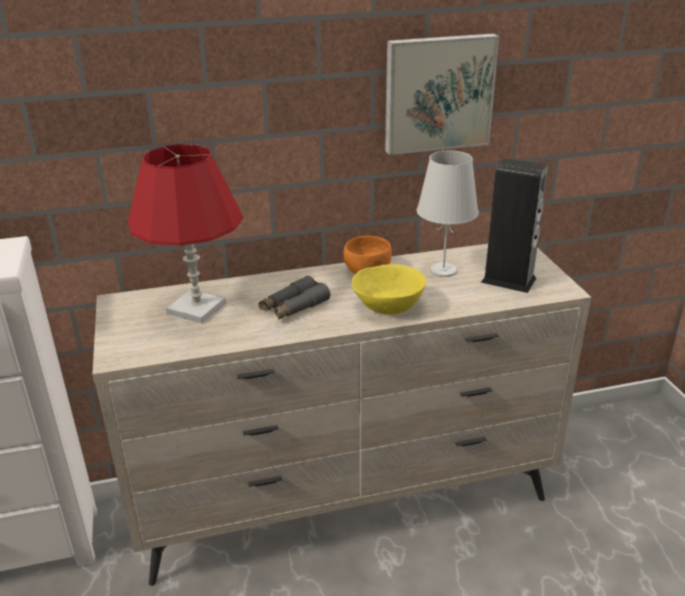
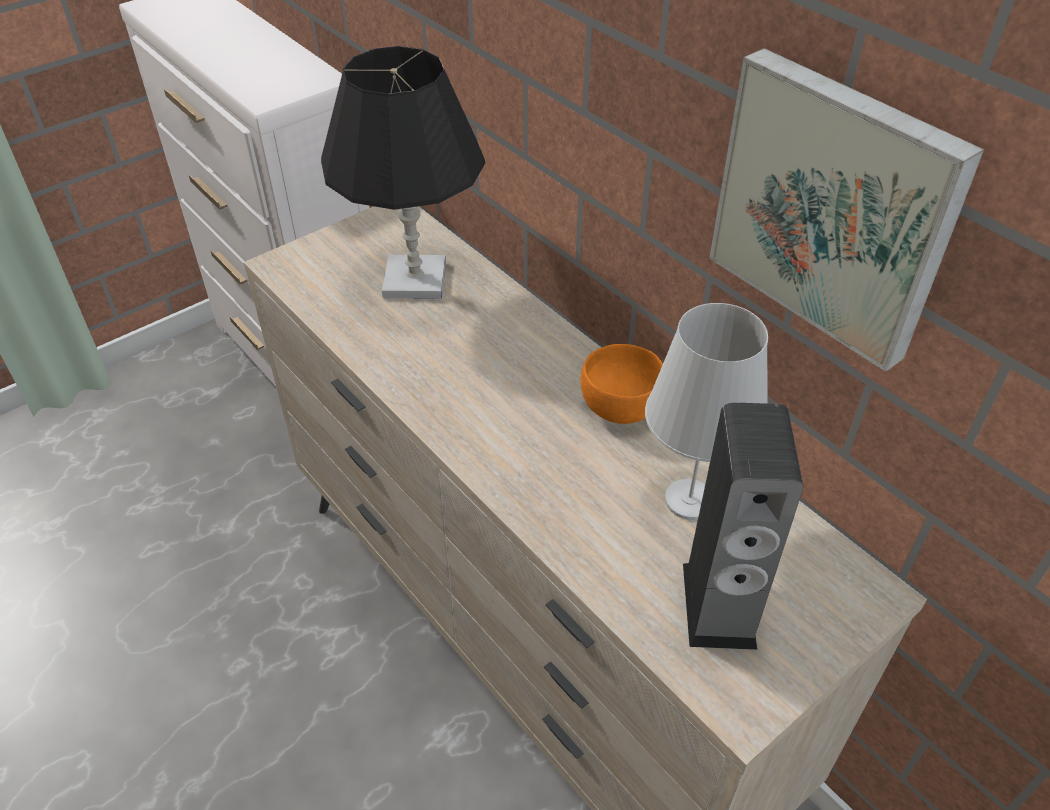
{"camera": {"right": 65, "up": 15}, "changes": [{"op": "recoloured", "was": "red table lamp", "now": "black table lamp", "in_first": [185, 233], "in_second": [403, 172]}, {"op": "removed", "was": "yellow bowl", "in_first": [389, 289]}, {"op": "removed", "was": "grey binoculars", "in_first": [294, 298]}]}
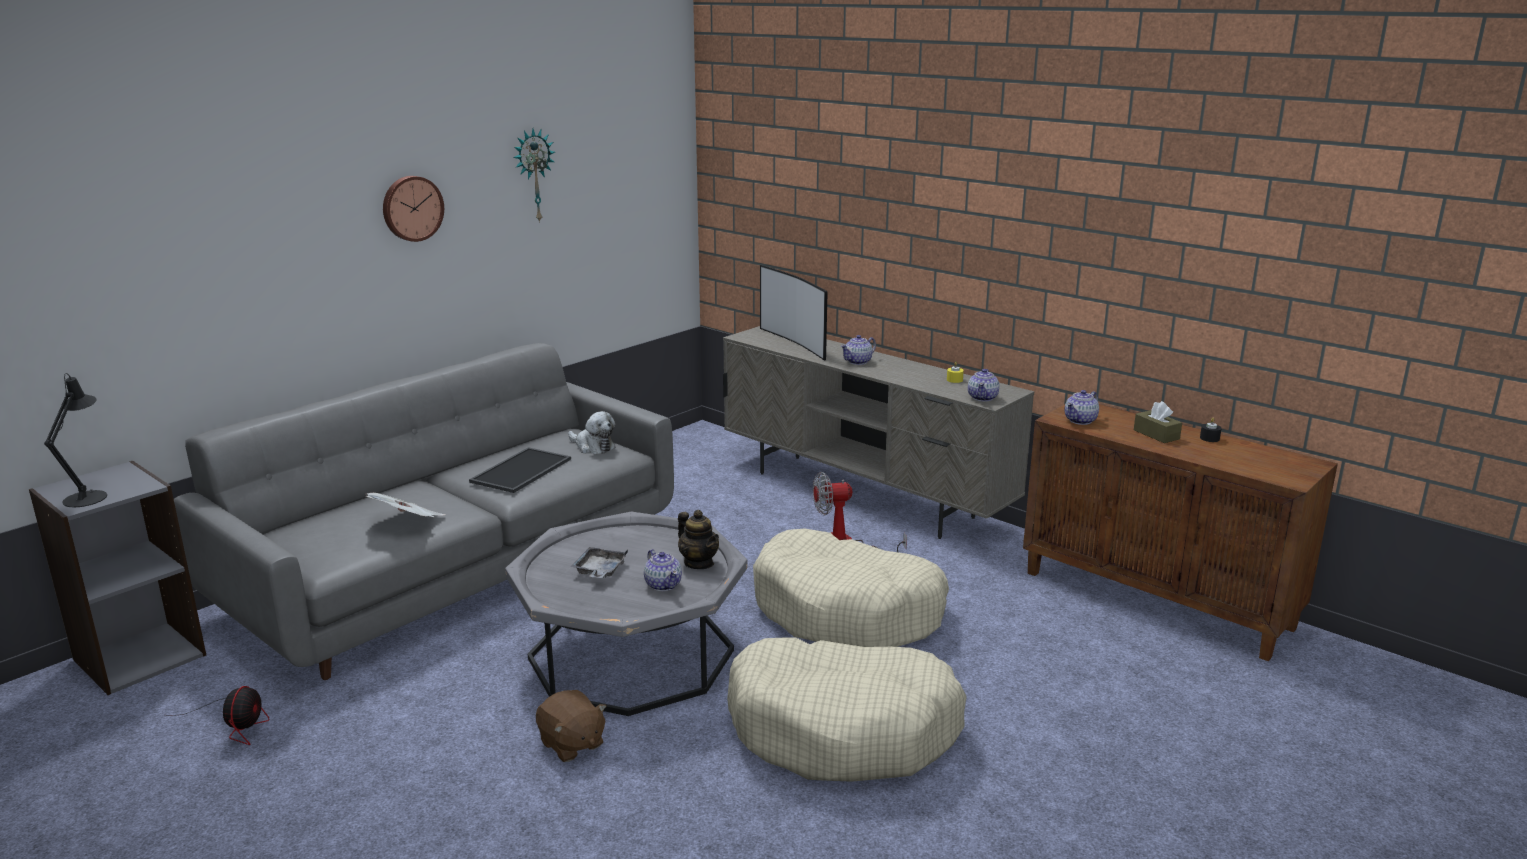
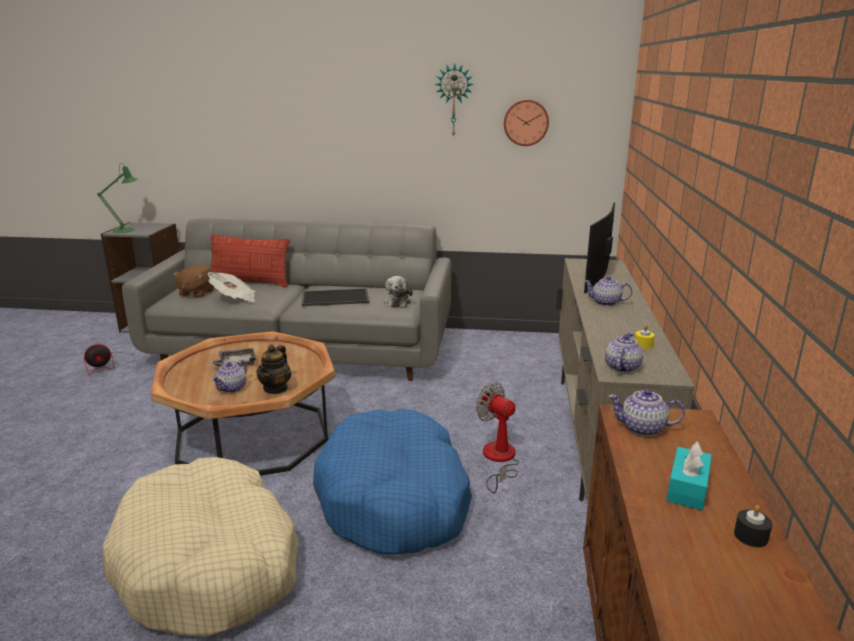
{"camera": {"right": 55, "up": 0}, "changes": [{"op": "moved", "was": "wall clock", "in_first": [413, 209], "in_second": [526, 122]}, {"op": "turned", "was": "teapot", "in_first": [983, 385], "in_second": [624, 353], "clockwise": 135}, {"op": "recoloured", "was": "black table lamp", "now": "green table lamp", "in_first": [75, 440], "in_second": [117, 198]}, {"op": "recoloured", "was": "brown tissue box", "now": "turquoise tissue box", "in_first": [1158, 422], "in_second": [689, 475]}, {"op": "recoloured", "was": "grey coffee table", "now": "brown coffee table", "in_first": [626, 614], "in_second": [243, 403]}, {"op": "recoloured", "was": "beige dog bed", "now": "blue dog bed", "in_first": [851, 587], "in_second": [392, 481]}, {"op": "moved", "was": "brown plush toy", "in_first": [571, 726], "in_second": [193, 281]}, {"op": "added", "now": "pillow", "in_second": [250, 260]}]}
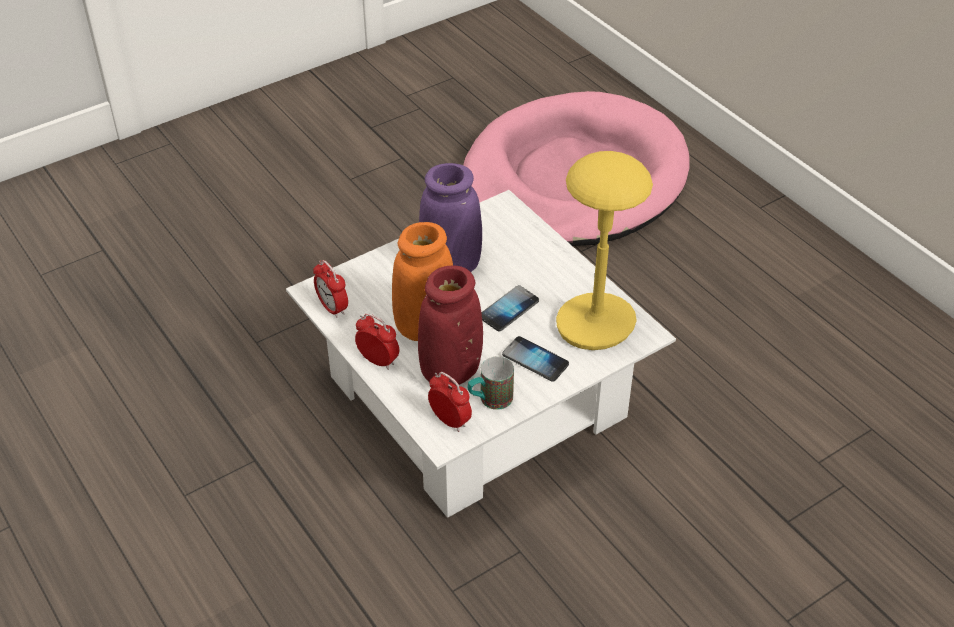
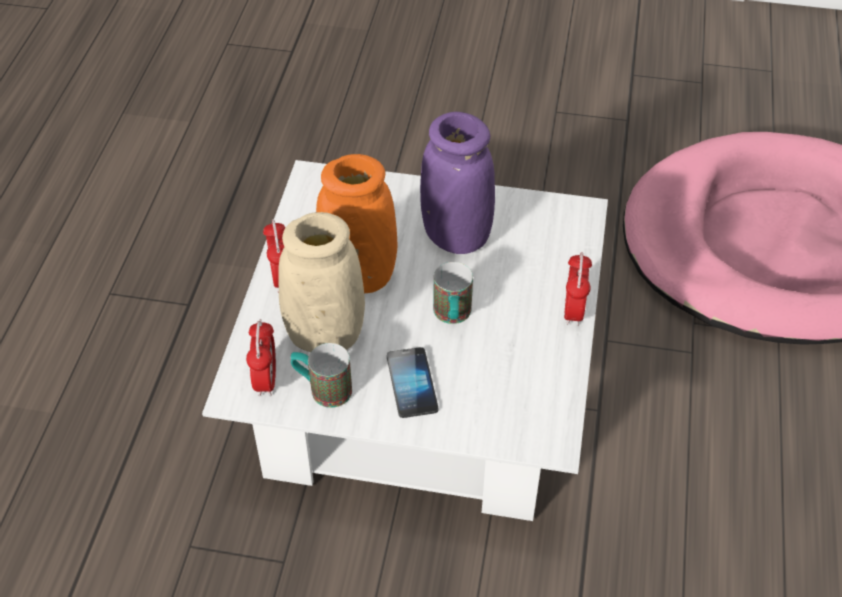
{"camera": {"right": 45, "up": 5}, "changes": [{"op": "removed", "was": "yellow table lamp", "in_first": [604, 250]}, {"op": "moved", "was": "alarm clock", "in_first": [330, 289], "in_second": [578, 289]}, {"op": "recoloured", "was": "red vase", "now": "beige vase", "in_first": [450, 325], "in_second": [321, 282]}, {"op": "replaced", "was": "phone", "now": "mug", "in_first": [510, 308], "in_second": [453, 293]}]}
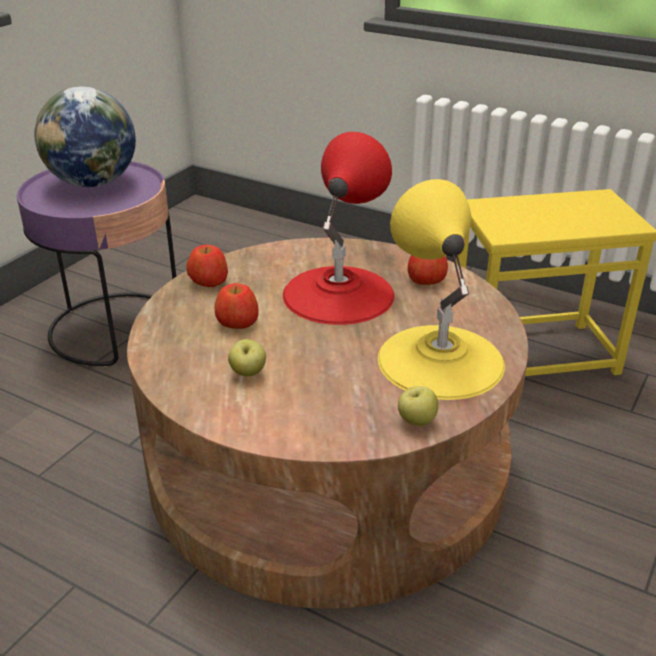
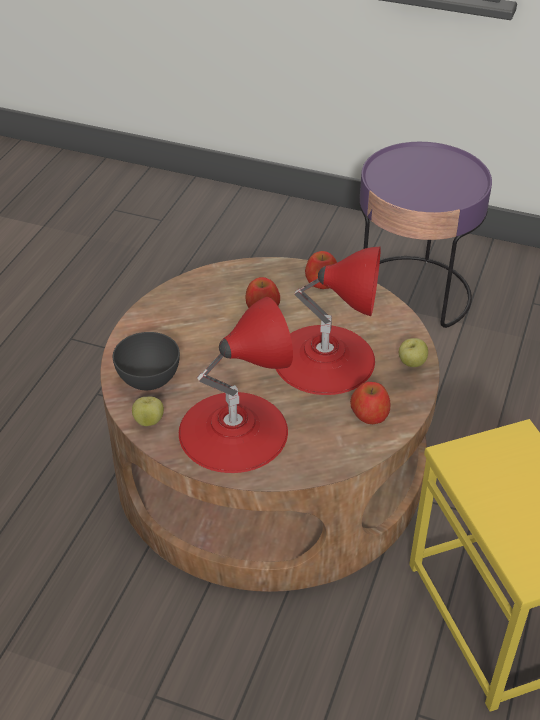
{"camera": {"right": 80, "up": 10}, "changes": [{"op": "removed", "was": "globe", "in_first": [85, 137]}, {"op": "recoloured", "was": "yellow table lamp", "now": "red table lamp", "in_first": [441, 289], "in_second": [236, 385]}, {"op": "moved", "was": "apple", "in_first": [247, 357], "in_second": [413, 352]}, {"op": "added", "now": "grey bowl", "in_second": [146, 361]}]}
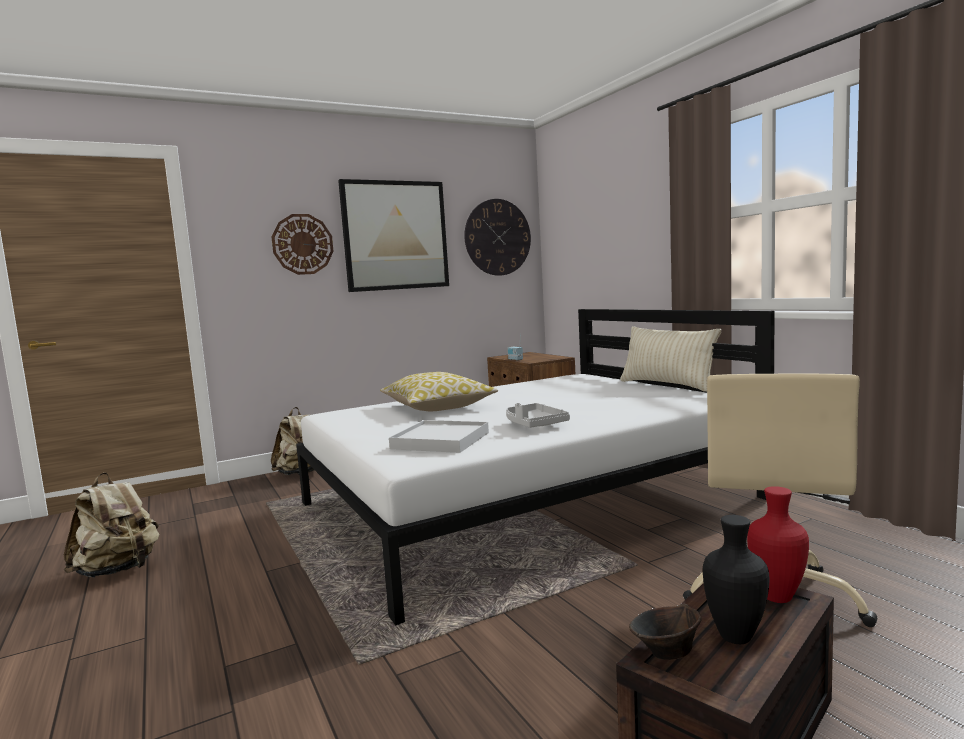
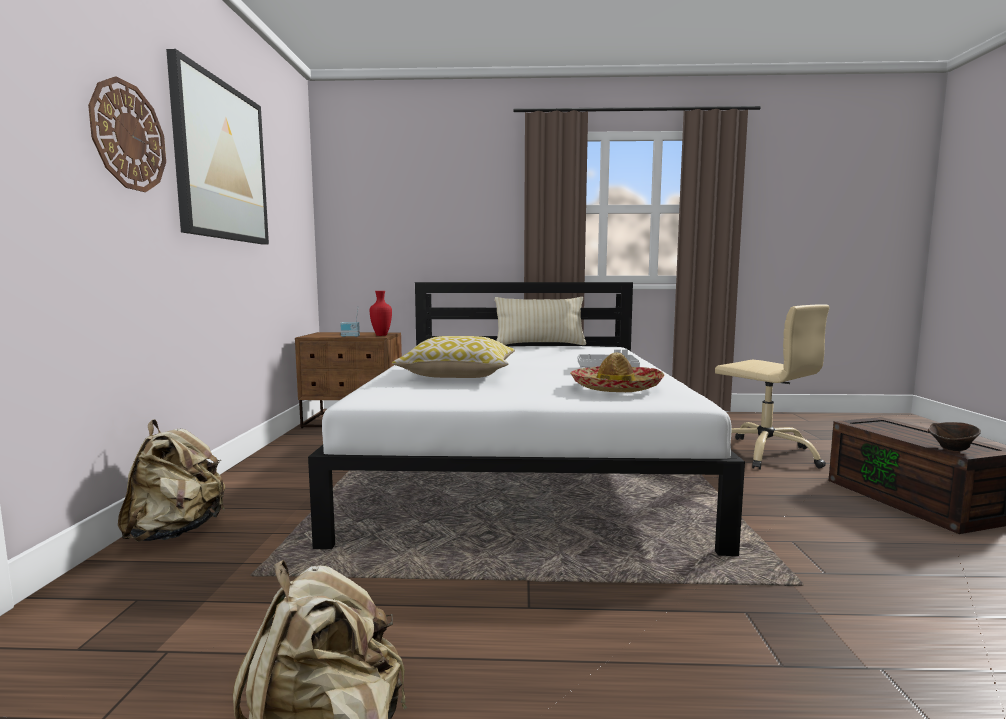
{"camera": {"right": -60, "up": 0}, "changes": [{"op": "removed", "was": "wall clock", "in_first": [497, 237]}, {"op": "replaced", "was": "white tray", "now": "hat", "in_first": [439, 436], "in_second": [617, 372]}, {"op": "moved", "was": "red vase", "in_first": [778, 544], "in_second": [381, 313]}, {"op": "removed", "was": "black vase", "in_first": [736, 579]}]}
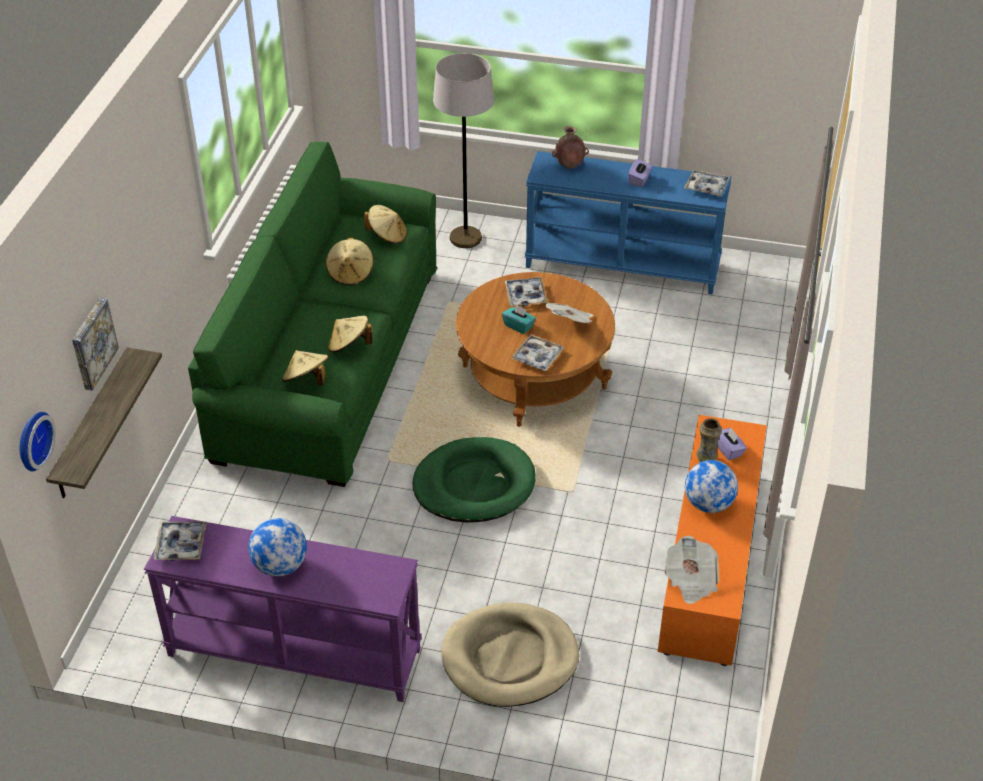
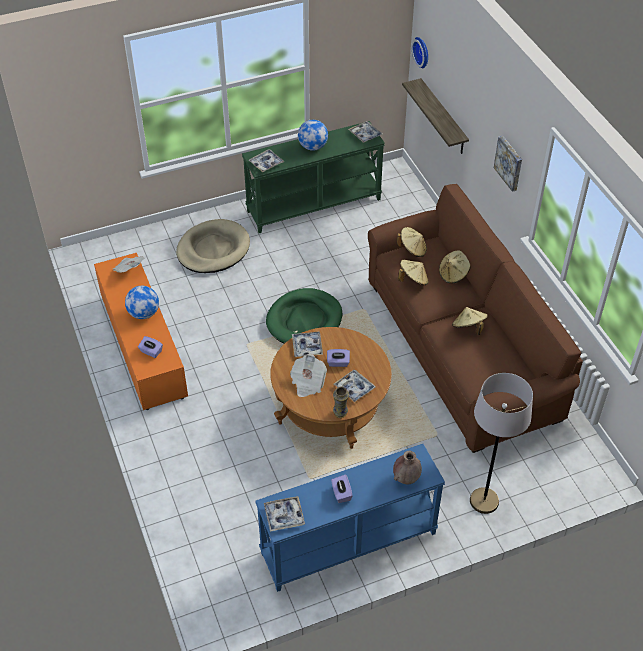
{"camera": {"right": 145, "up": 5}, "changes": [{"op": "recoloured", "was": "green sofa", "now": "brown sofa", "in_first": [312, 314], "in_second": [475, 318]}, {"op": "moved", "was": "beige hat", "in_first": [385, 224], "in_second": [455, 267]}, {"op": "moved", "was": "picture", "in_first": [95, 344], "in_second": [508, 164]}, {"op": "recoloured", "was": "turquoise tissue box", "now": "purple tissue box", "in_first": [519, 319], "in_second": [338, 358]}, {"op": "moved", "was": "vase", "in_first": [709, 440], "in_second": [341, 402]}, {"op": "recoloured", "was": "purple console table", "now": "green console table", "in_first": [283, 609], "in_second": [313, 177]}, {"op": "added", "now": "tray", "in_second": [266, 160]}]}
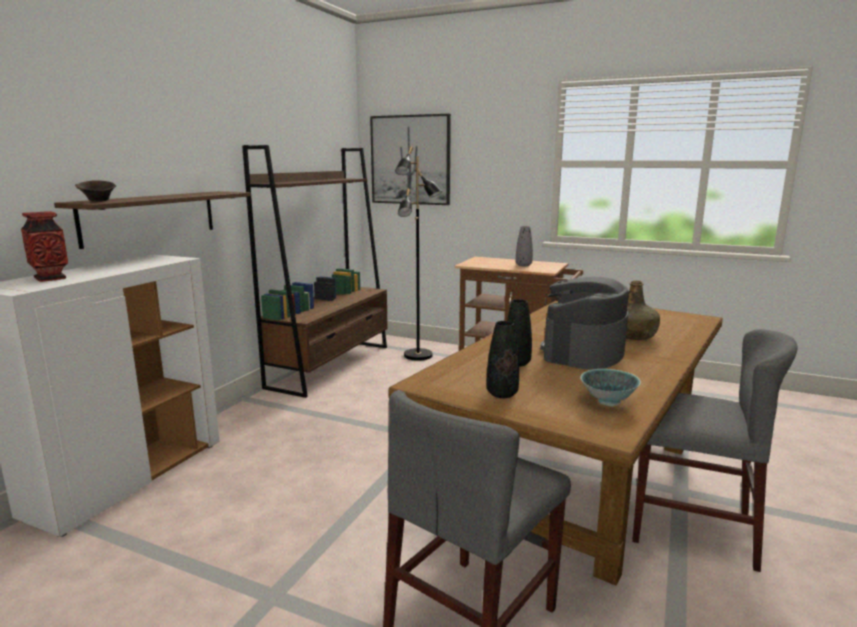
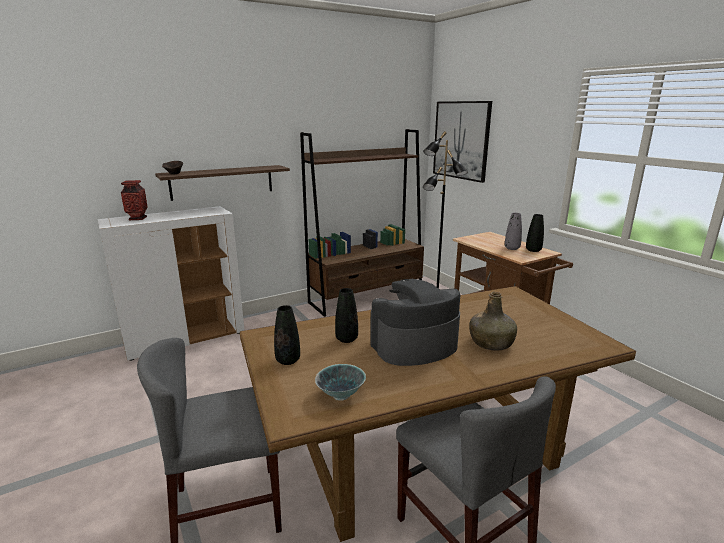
{"camera": {"right": 35, "up": 5}, "changes": [{"op": "added", "now": "black vase", "in_second": [535, 233]}]}
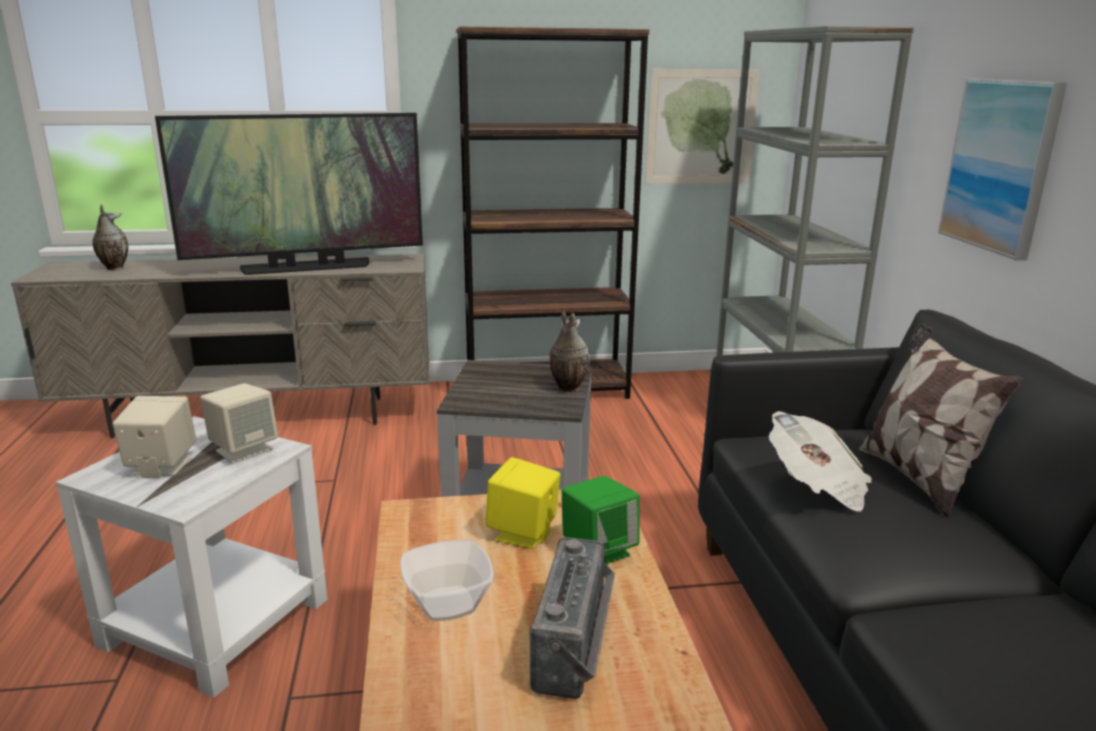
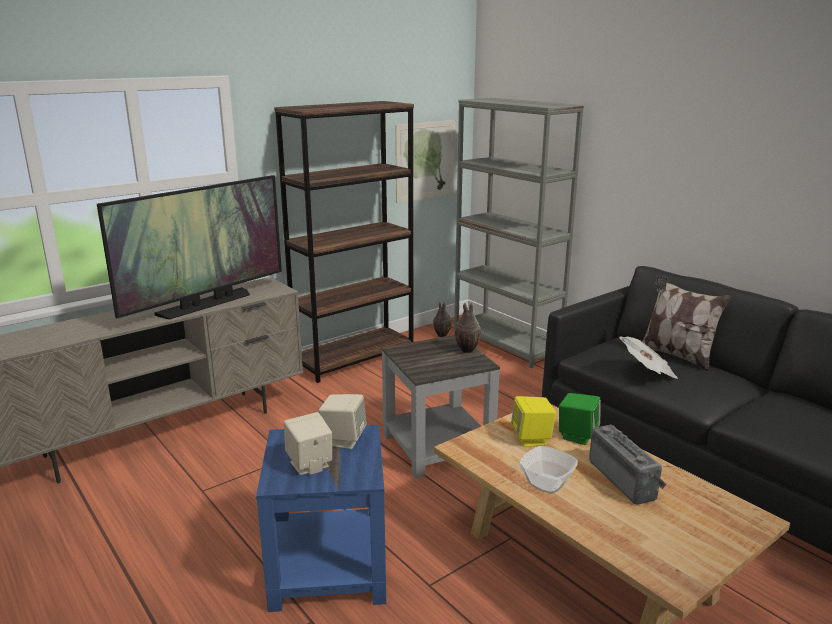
{"camera": {"right": -30, "up": 0}, "changes": [{"op": "removed", "was": "picture", "in_first": [1002, 169]}, {"op": "moved", "was": "vase", "in_first": [110, 237], "in_second": [442, 319]}, {"op": "recoloured", "was": "white side table", "now": "blue side table", "in_first": [191, 557], "in_second": [321, 518]}]}
